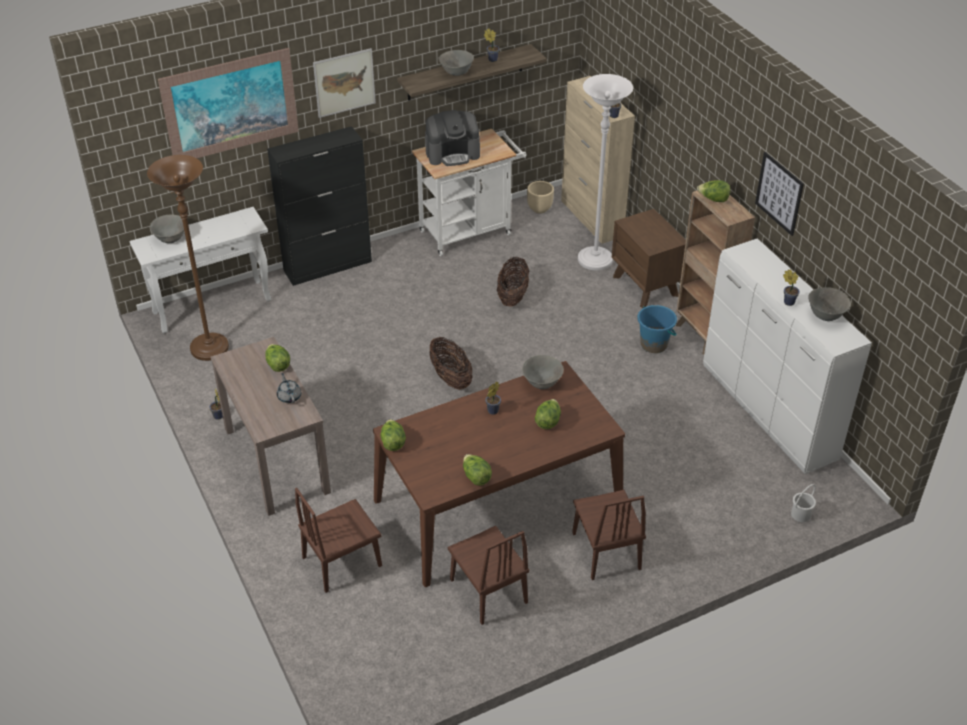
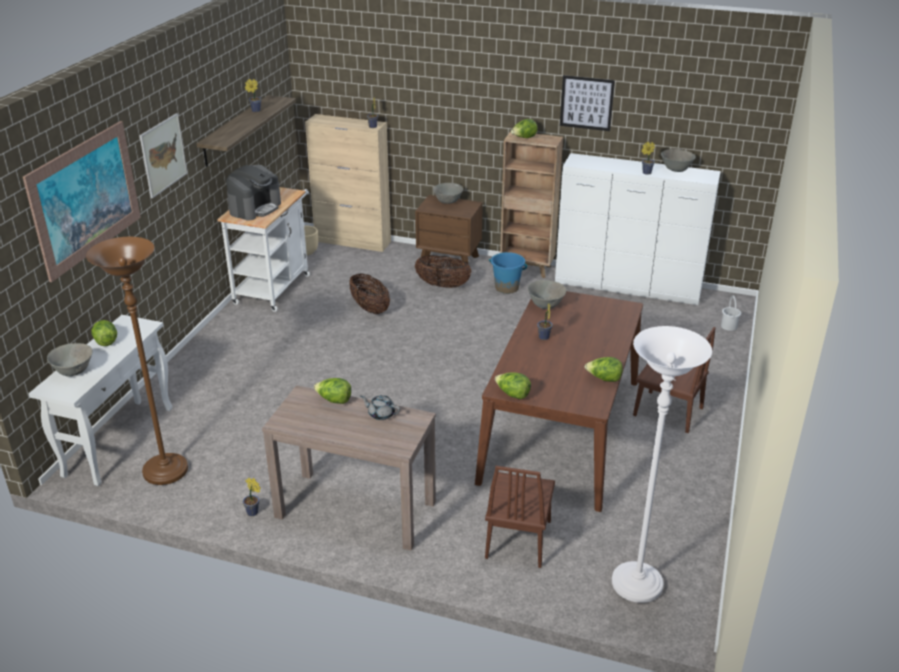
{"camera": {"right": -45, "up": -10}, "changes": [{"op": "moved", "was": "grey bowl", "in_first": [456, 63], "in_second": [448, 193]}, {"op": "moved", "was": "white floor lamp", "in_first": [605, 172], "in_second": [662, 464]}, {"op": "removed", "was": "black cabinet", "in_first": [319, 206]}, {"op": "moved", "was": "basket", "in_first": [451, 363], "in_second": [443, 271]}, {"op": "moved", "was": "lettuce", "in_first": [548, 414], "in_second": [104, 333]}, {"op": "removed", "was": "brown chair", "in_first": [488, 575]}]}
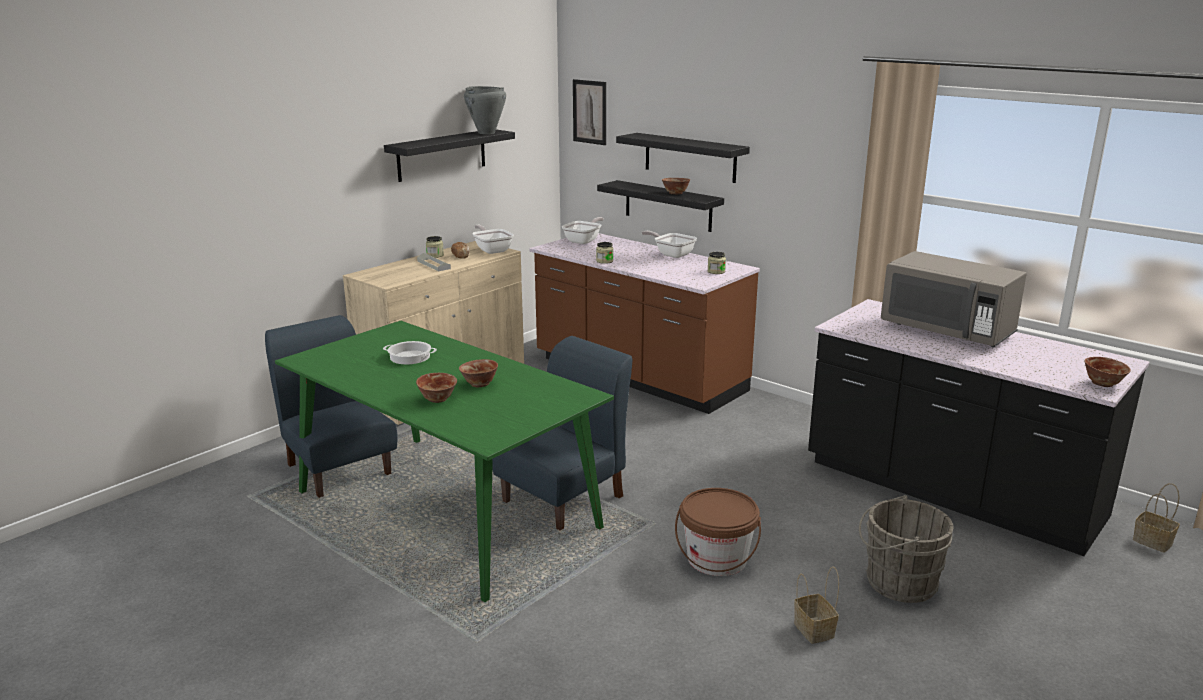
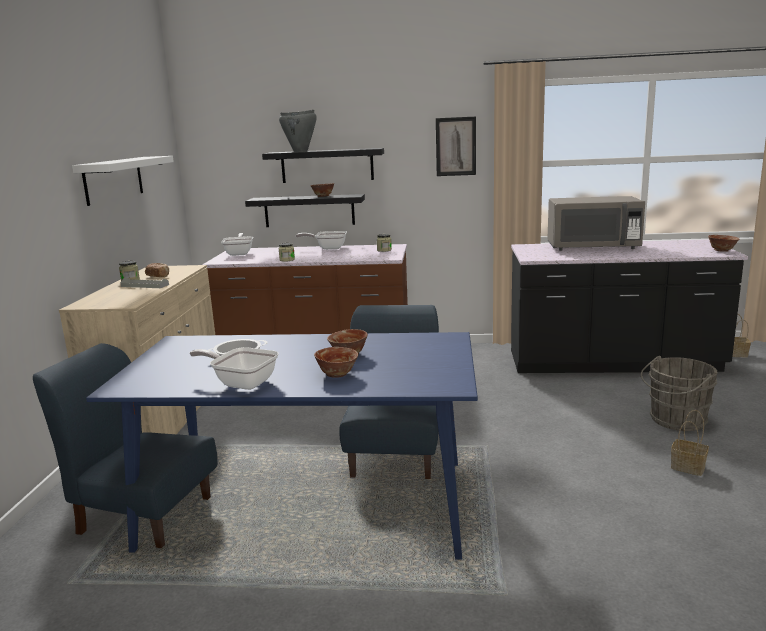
{"camera": {"right": -35, "up": -5}, "changes": [{"op": "moved", "was": "picture", "in_first": [589, 112], "in_second": [456, 146]}, {"op": "moved", "was": "grey cooking pot", "in_first": [485, 110], "in_second": [298, 131]}, {"op": "recoloured", "was": "black shelf", "now": "white shelf", "in_first": [449, 156], "in_second": [123, 181]}, {"op": "moved", "was": "frying pan", "in_first": [493, 239], "in_second": [234, 368]}, {"op": "recoloured", "was": "green dining table", "now": "blue dining table", "in_first": [444, 461], "in_second": [282, 446]}, {"op": "removed", "was": "brown bucket", "in_first": [718, 532]}]}
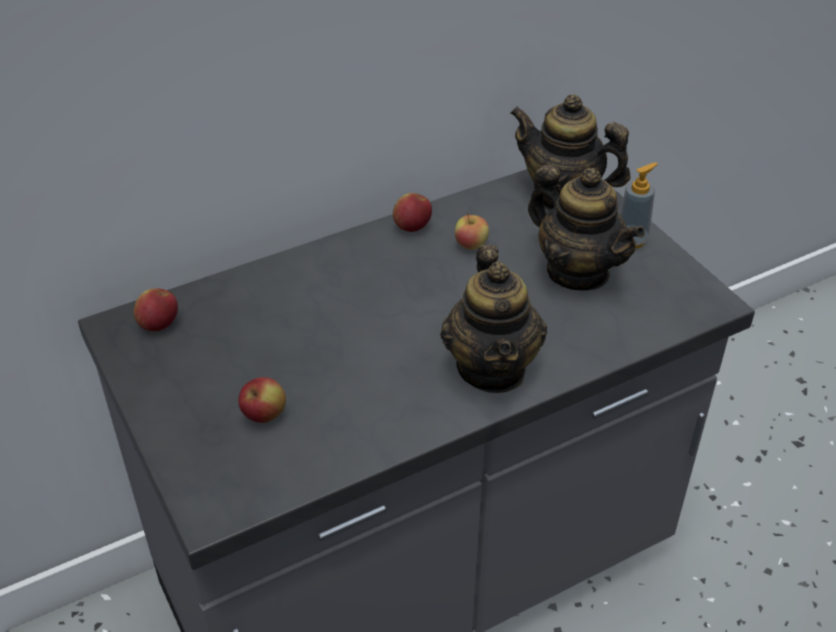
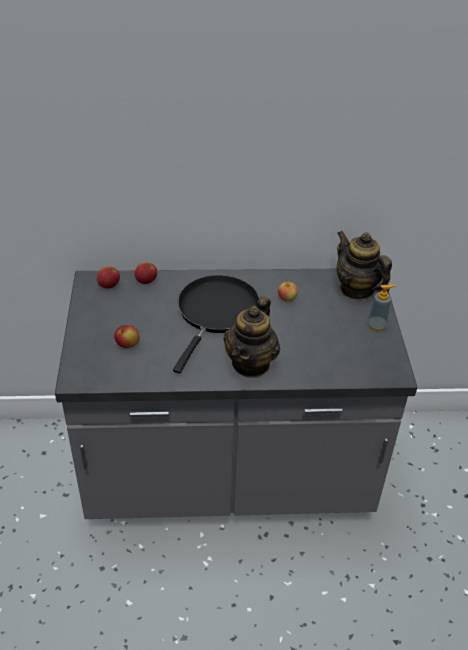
{"camera": {"right": 25, "up": 0}, "changes": [{"op": "removed", "was": "teapot", "in_first": [586, 228]}, {"op": "moved", "was": "apple", "in_first": [412, 212], "in_second": [145, 273]}, {"op": "added", "now": "black frying pan", "in_second": [216, 324]}]}
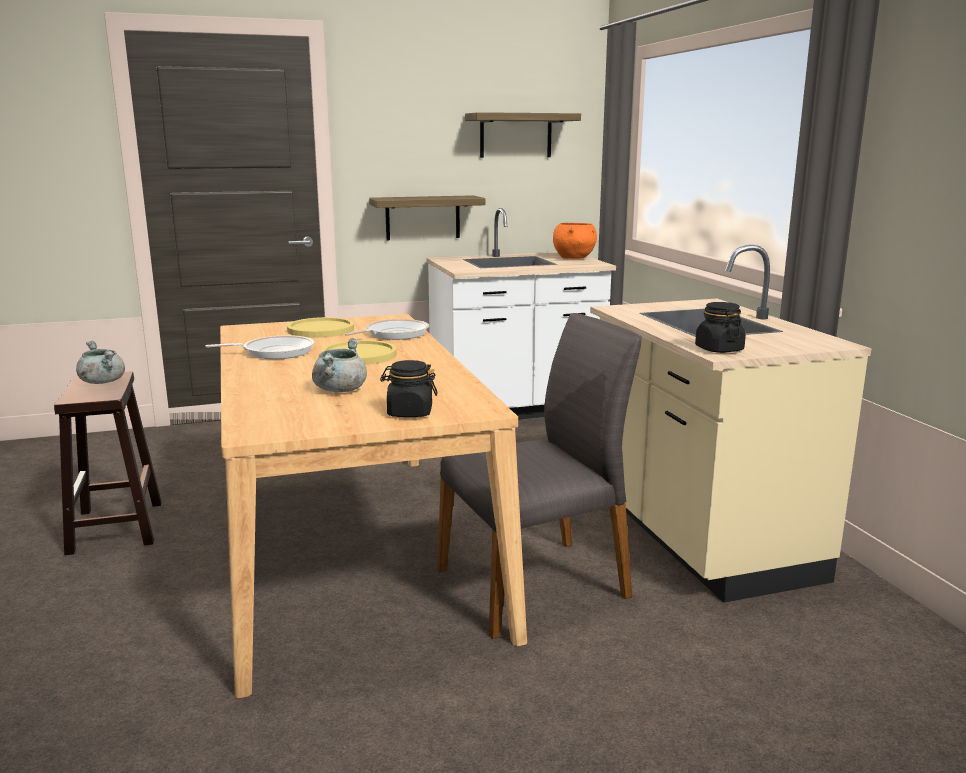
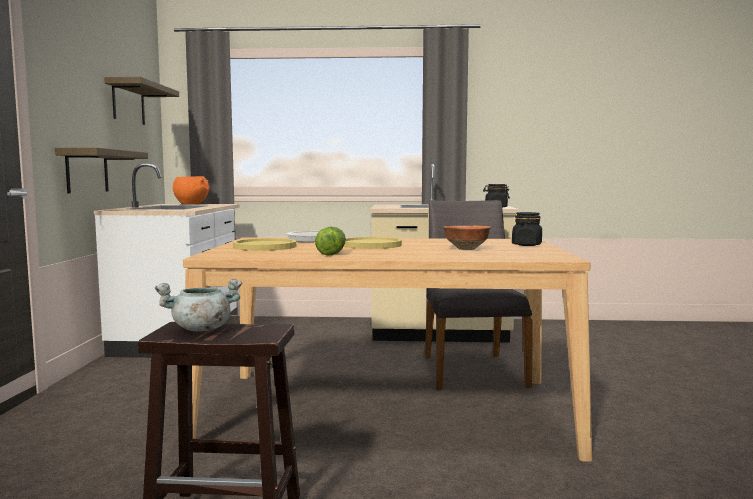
{"camera": {"right": -70, "up": -10}, "changes": [{"op": "replaced", "was": "frying pan", "now": "lettuce", "in_first": [260, 347], "in_second": [330, 241]}, {"op": "replaced", "was": "grey cooking pot", "now": "bowl", "in_first": [339, 365], "in_second": [467, 238]}]}
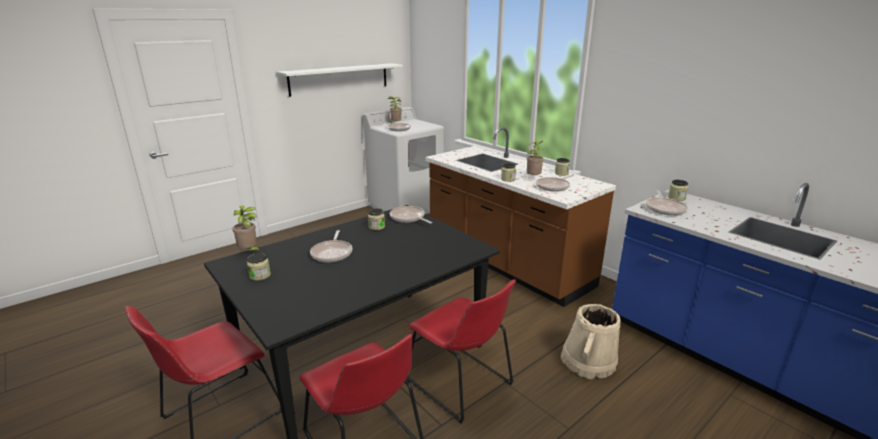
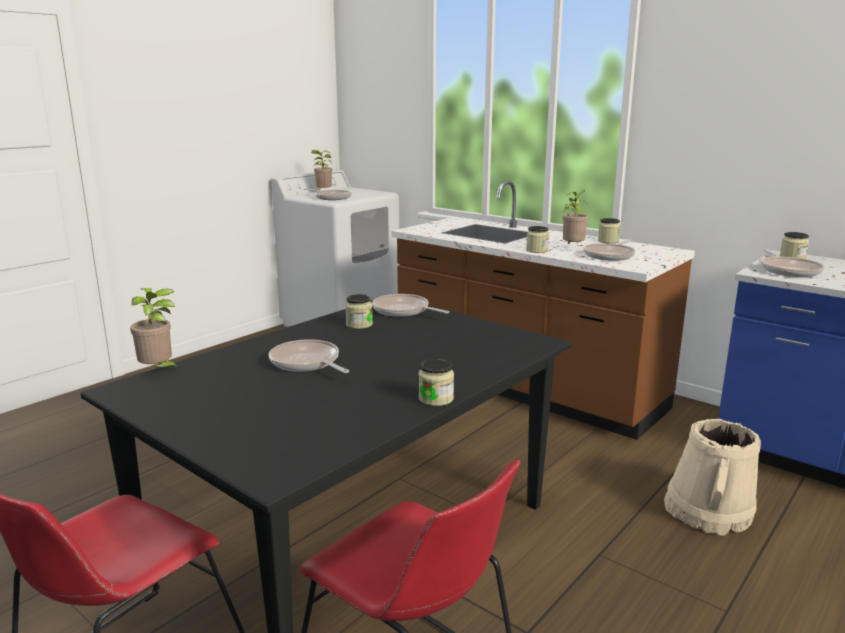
{"camera": {"right": -10, "up": -5}, "changes": [{"op": "removed", "was": "white shelf", "in_first": [340, 80]}, {"op": "turned", "was": "frying pan", "in_first": [331, 246], "in_second": [309, 356], "clockwise": 150}, {"op": "moved", "was": "jar", "in_first": [259, 267], "in_second": [436, 382]}, {"op": "removed", "was": "red chair", "in_first": [461, 351]}]}
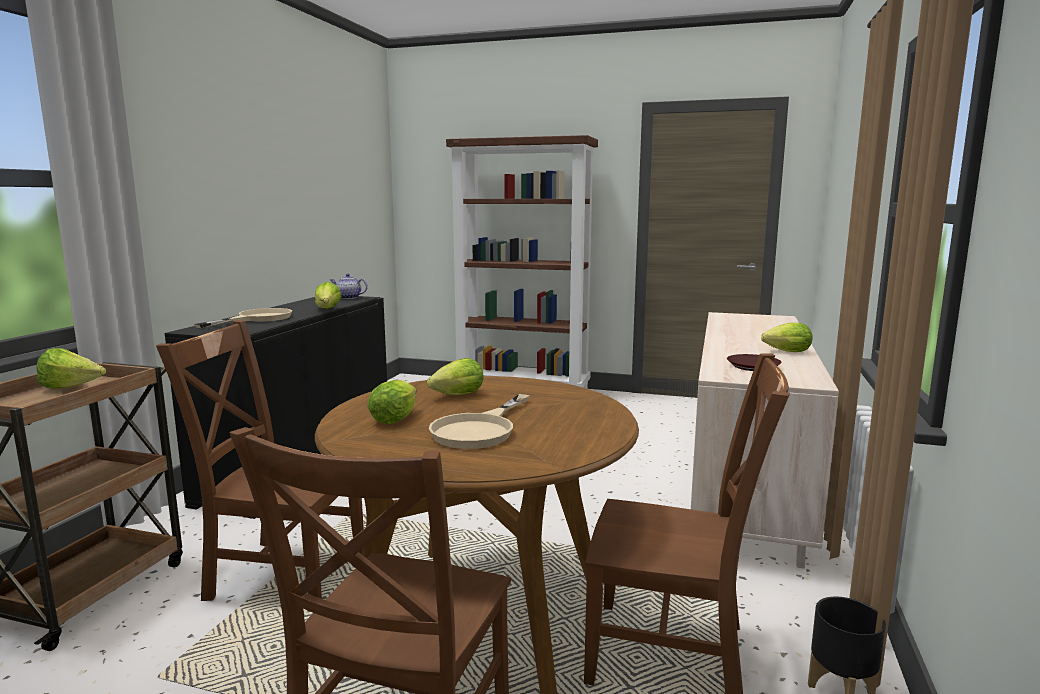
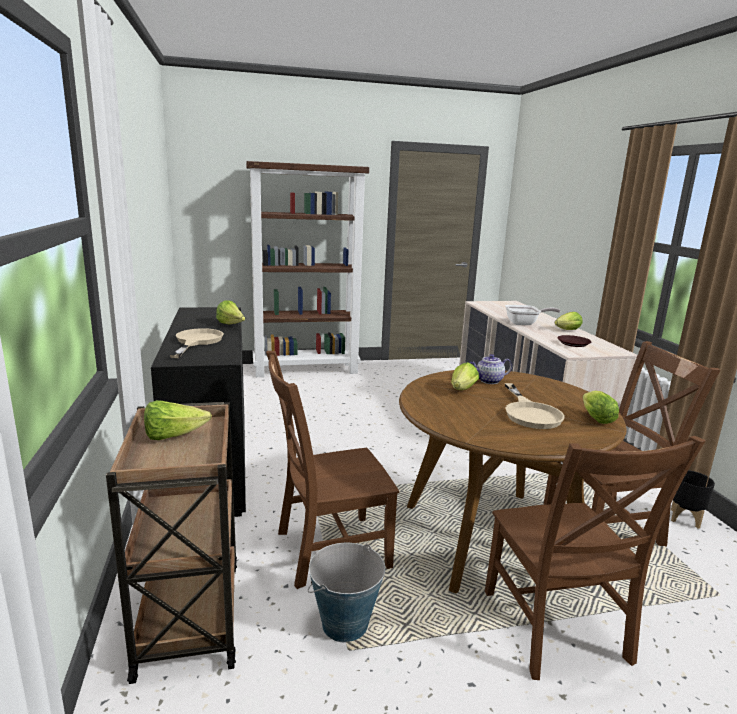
{"camera": {"right": -30, "up": 5}, "changes": [{"op": "moved", "was": "teapot", "in_first": [349, 286], "in_second": [491, 369]}, {"op": "moved", "was": "lettuce", "in_first": [392, 402], "in_second": [601, 407]}, {"op": "added", "now": "frying pan", "in_second": [532, 315]}, {"op": "added", "now": "bucket", "in_second": [346, 593]}]}
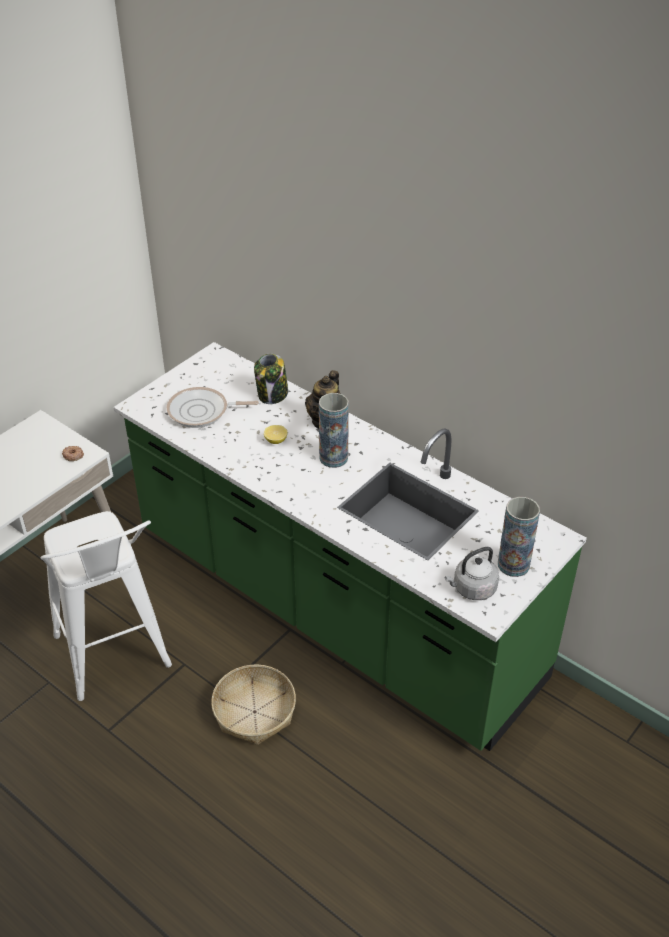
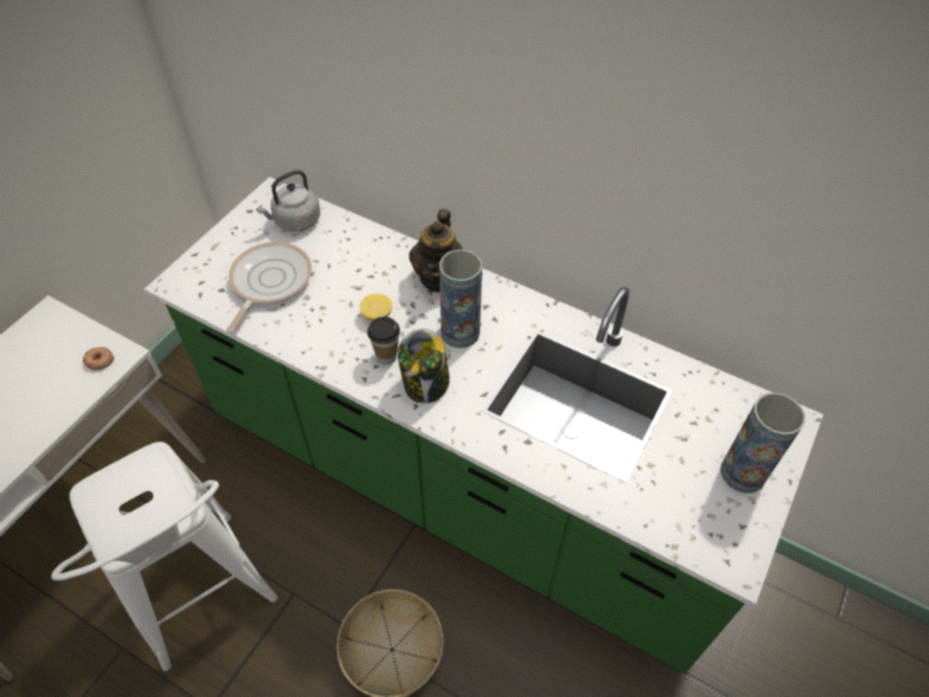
{"camera": {"right": -10, "up": 10}, "changes": [{"op": "moved", "was": "jar", "in_first": [271, 379], "in_second": [424, 366]}, {"op": "turned", "was": "frying pan", "in_first": [213, 407], "in_second": [269, 287], "clockwise": 120}, {"op": "moved", "was": "grey kettle", "in_first": [472, 573], "in_second": [288, 201]}, {"op": "added", "now": "cup", "in_second": [383, 341]}]}
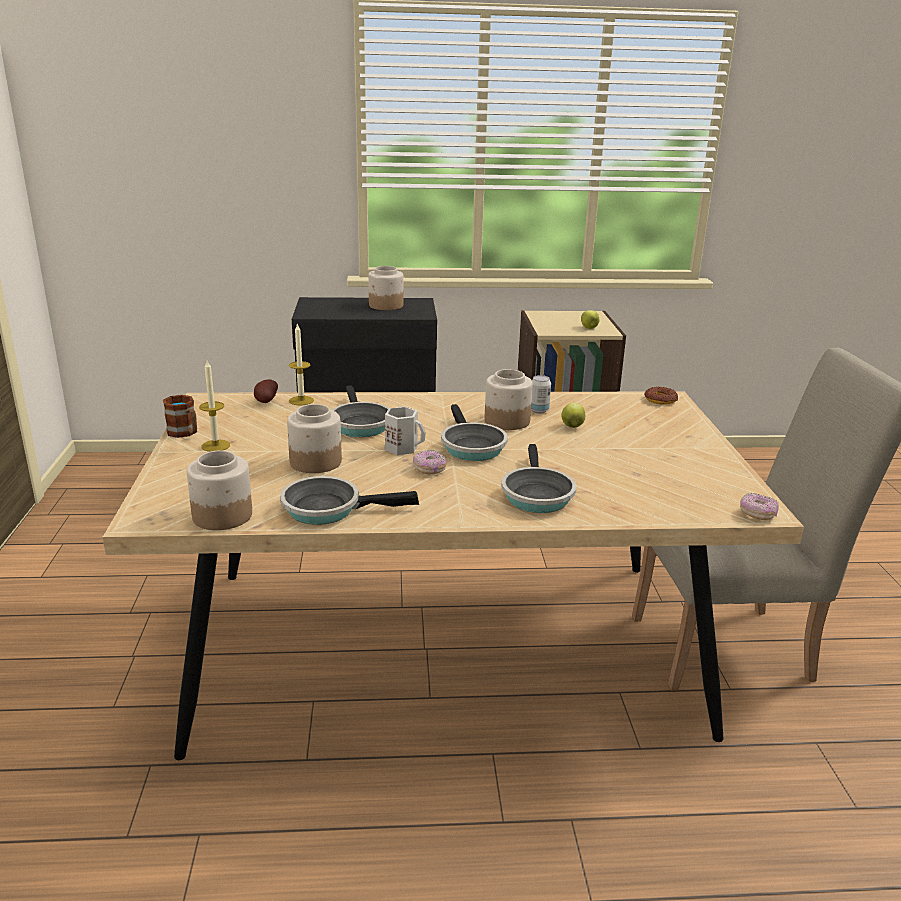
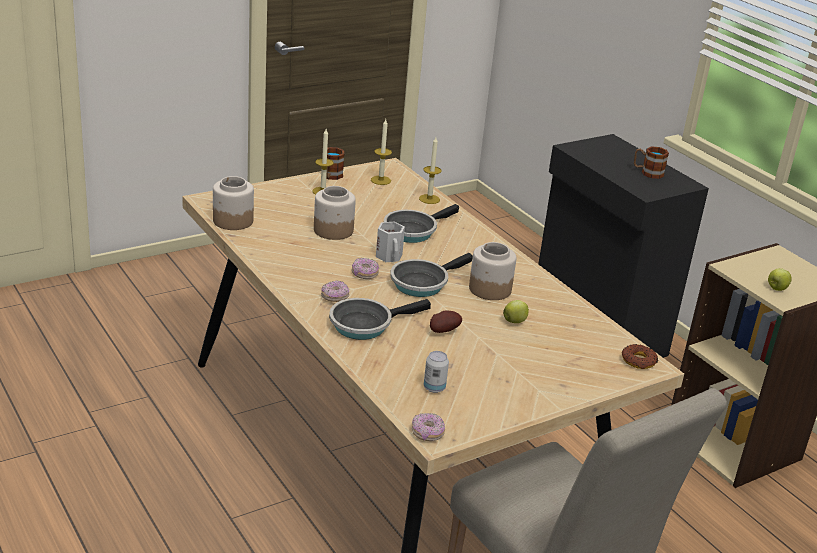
{"camera": {"right": 60, "up": 5}, "changes": [{"op": "replaced", "was": "jar", "now": "mug", "in_first": [385, 288], "in_second": [651, 163]}, {"op": "moved", "was": "can", "in_first": [541, 394], "in_second": [436, 372]}, {"op": "moved", "was": "potato", "in_first": [266, 391], "in_second": [446, 322]}, {"op": "removed", "was": "frying pan", "in_first": [349, 500]}, {"op": "added", "now": "candle", "in_second": [381, 152]}, {"op": "added", "now": "donut", "in_second": [335, 291]}]}
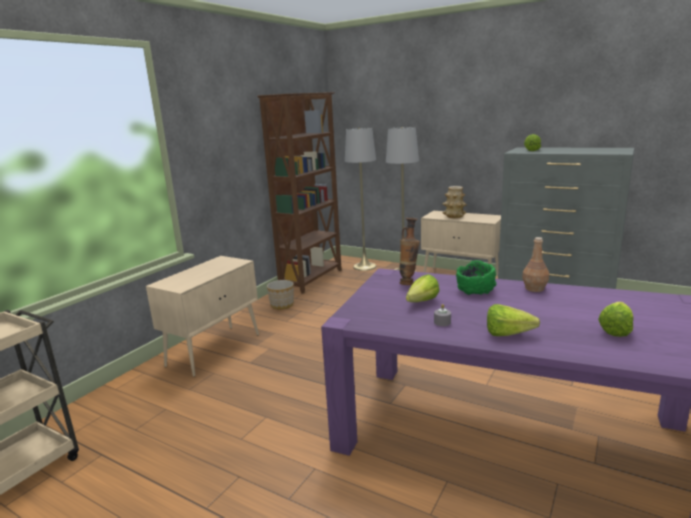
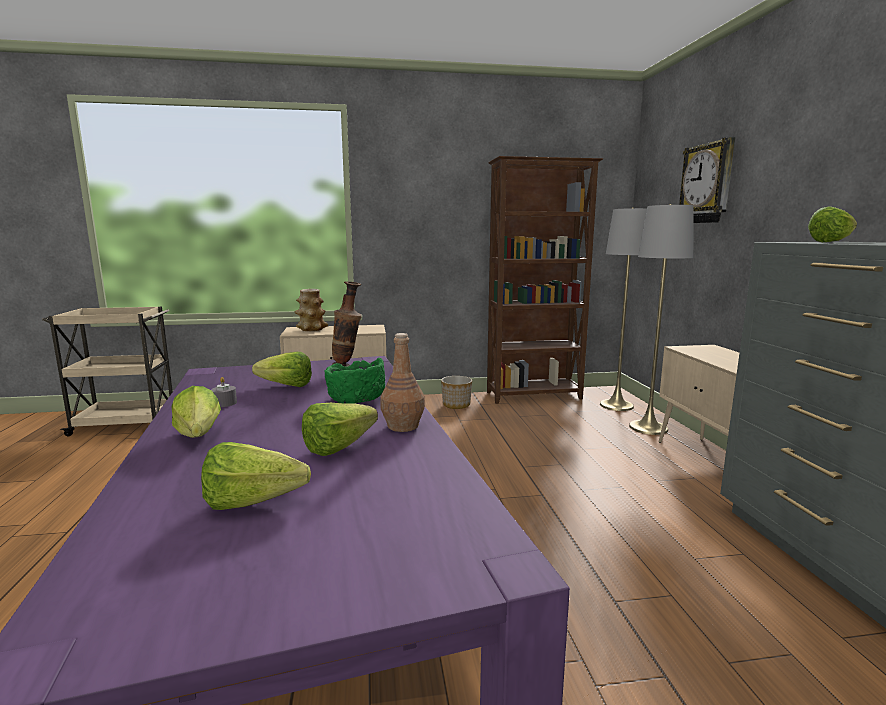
{"camera": {"right": 50, "up": -5}, "changes": [{"op": "moved", "was": "vase", "in_first": [455, 202], "in_second": [311, 310]}, {"op": "added", "now": "wall clock", "in_second": [707, 180]}, {"op": "added", "now": "lettuce", "in_second": [340, 429]}]}
